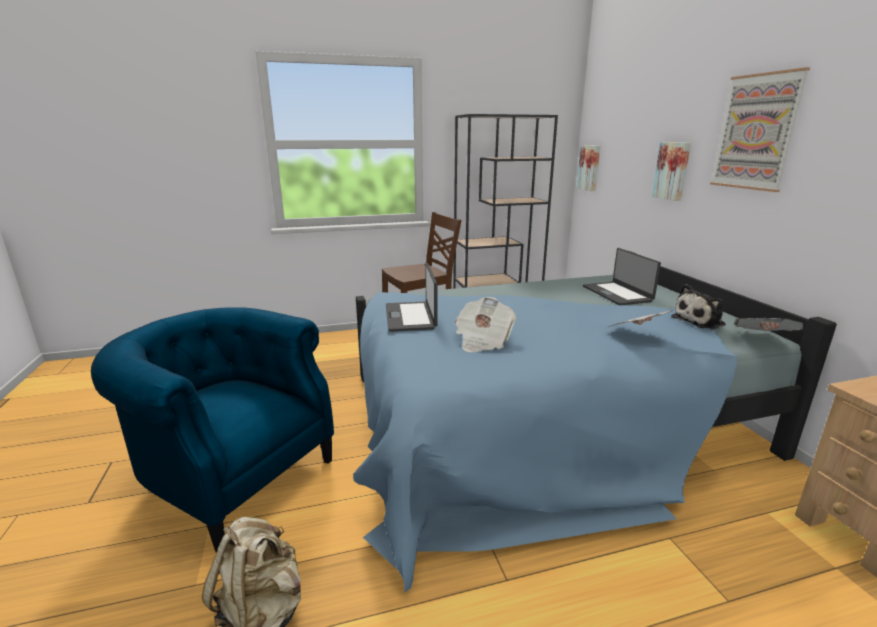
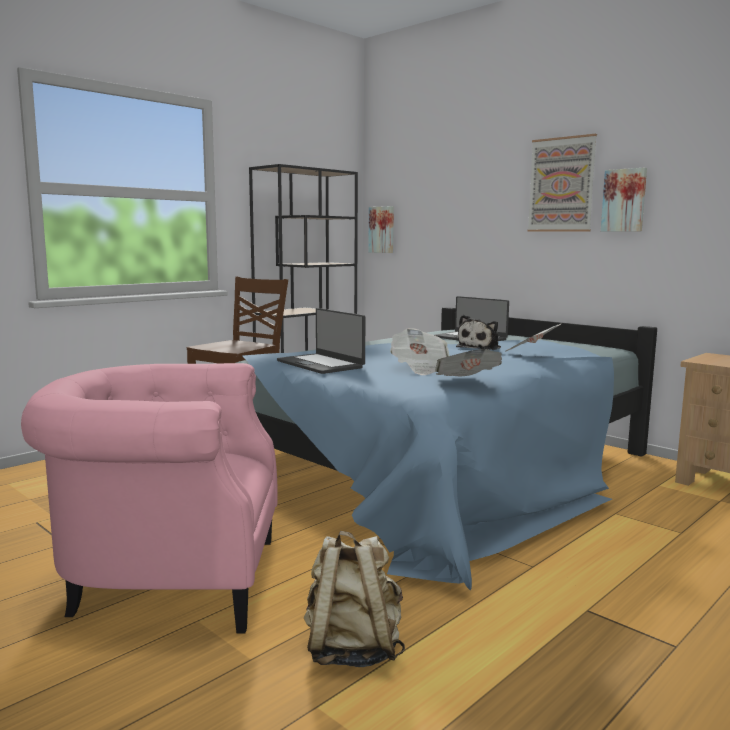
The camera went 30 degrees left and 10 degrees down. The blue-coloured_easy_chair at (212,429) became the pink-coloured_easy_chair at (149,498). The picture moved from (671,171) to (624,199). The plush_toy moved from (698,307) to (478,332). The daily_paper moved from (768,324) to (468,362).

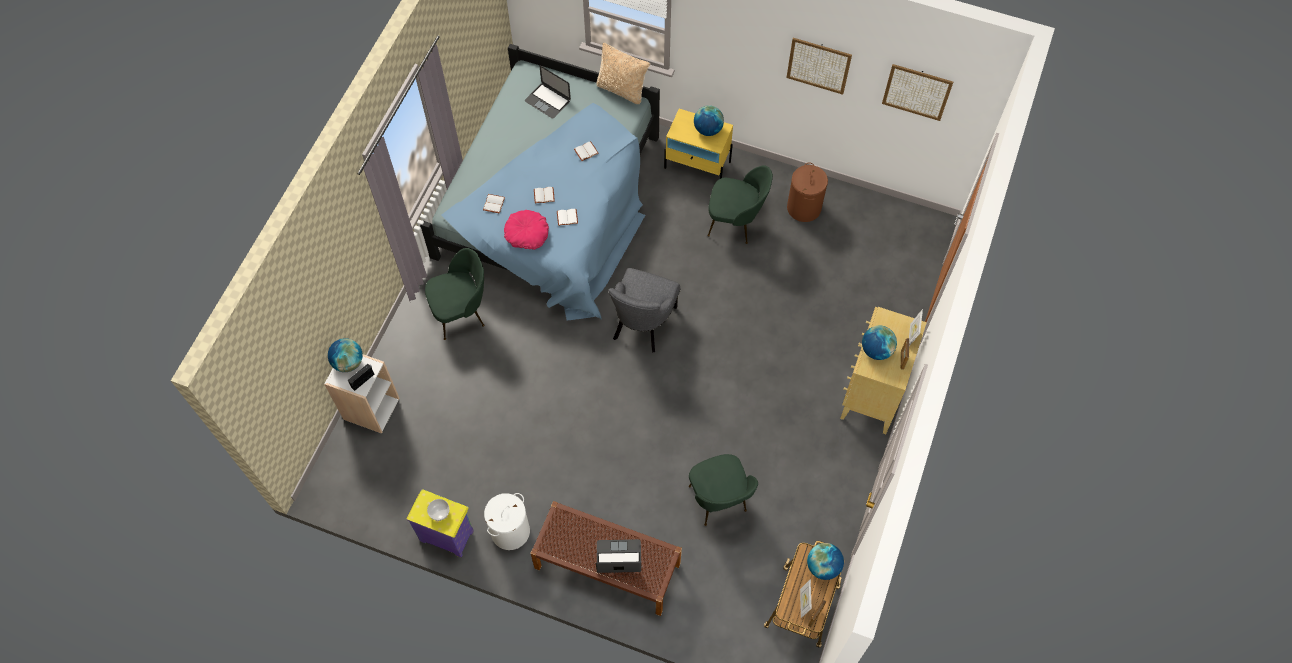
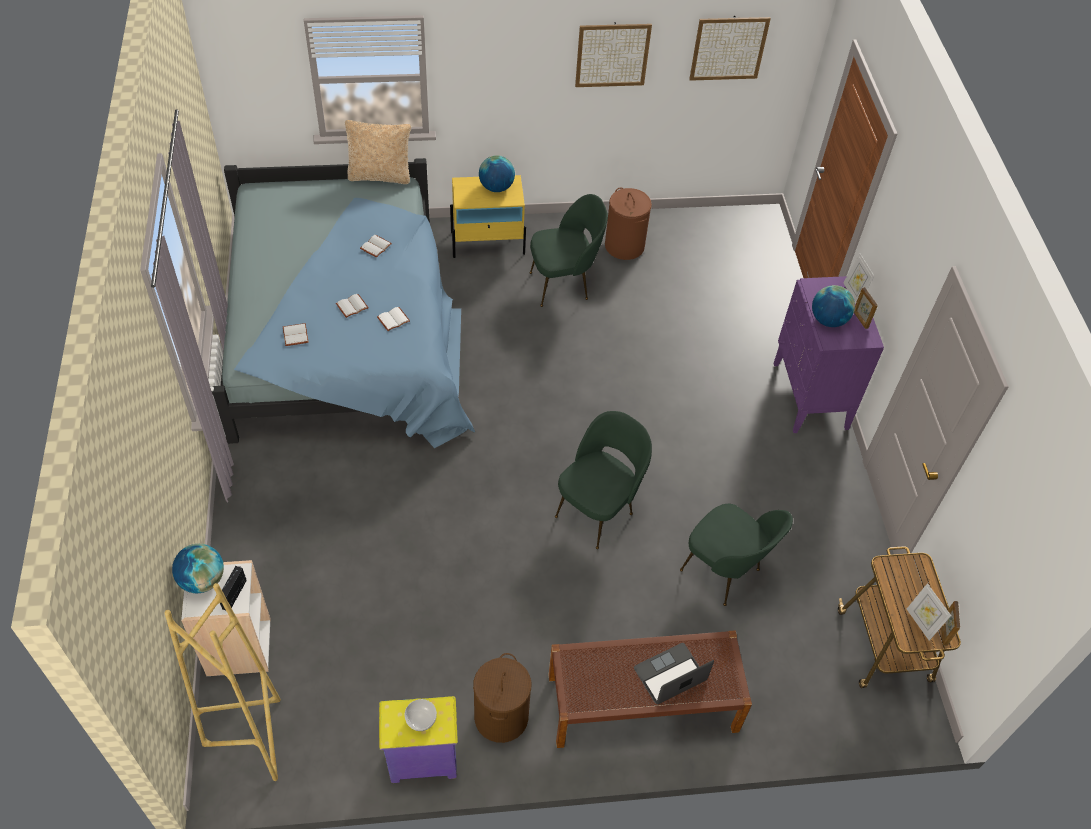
The camera went 30 degrees left and 10 degrees down. The green_plain_chair moved from (454,294) to (603,480). The whitish_washing_basket at (507,521) became the brown-coloured_washing_basket at (502,698). The pink-coloured_pillow at (526,230) disappeared. The notebook_computer at (548,92) disappeared. The greyish_easy_chair at (644,310) disappeared. The world_globe at (825,561) disappeared. The beige-coloured_chest_of_drawers at (883,370) became the purple_chest_of_drawers at (828,354). The yellowish_garment_stand at (223,682) appeared.

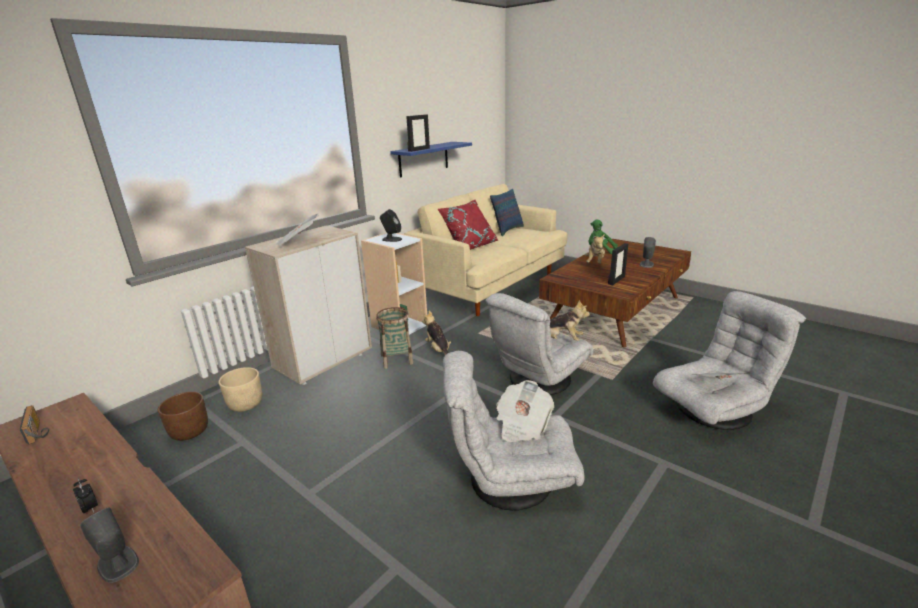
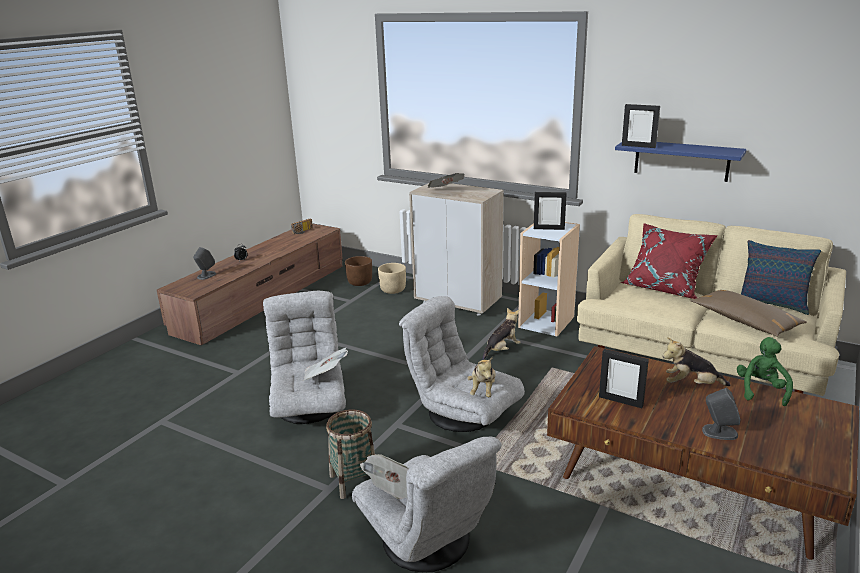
The camera went 80 degrees right and 0 degrees up. The household_basket moved from (394,338) to (350,454). The black_audio_speaker at (391,225) was replaced by the picture_frame at (550,211). The brown-coloured_pillow at (748,313) appeared.

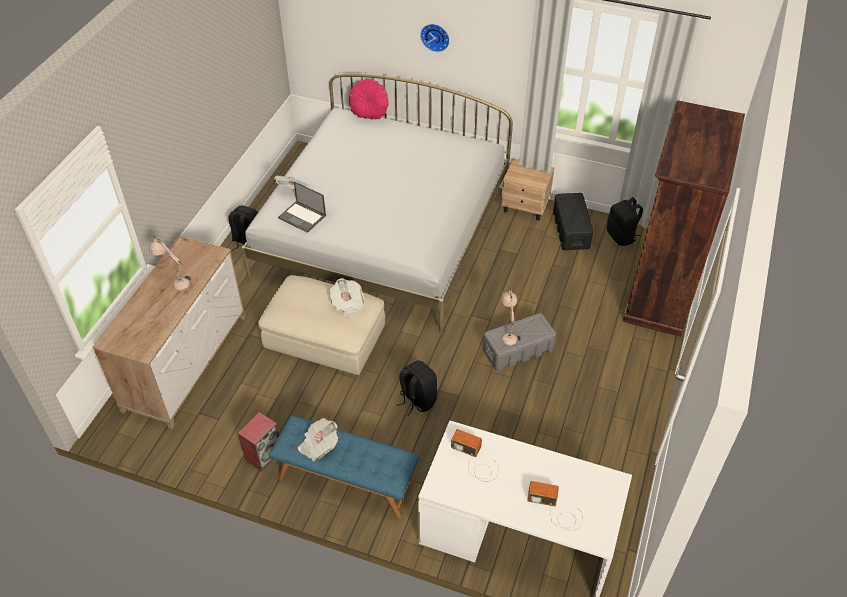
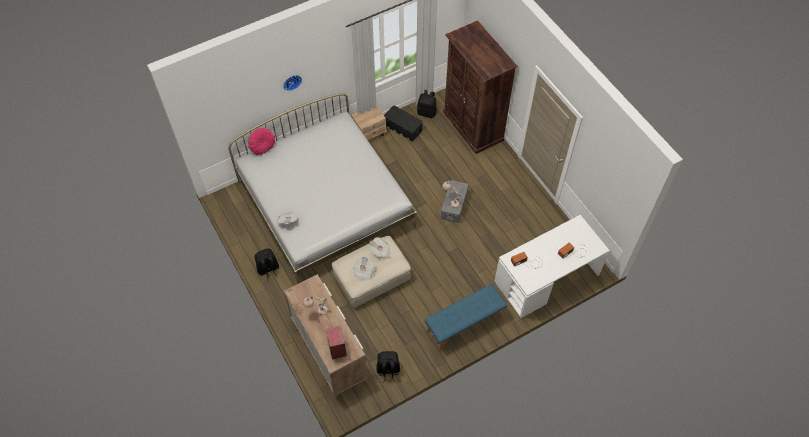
The camera went 50 degrees left and 10 degrees up. The audio_speaker moved from (258,441) to (336,342). The notebook_computer at (302,207) disappeared. The daily_paper moved from (318,439) to (364,269). The black_rucksack moved from (416,388) to (388,367).

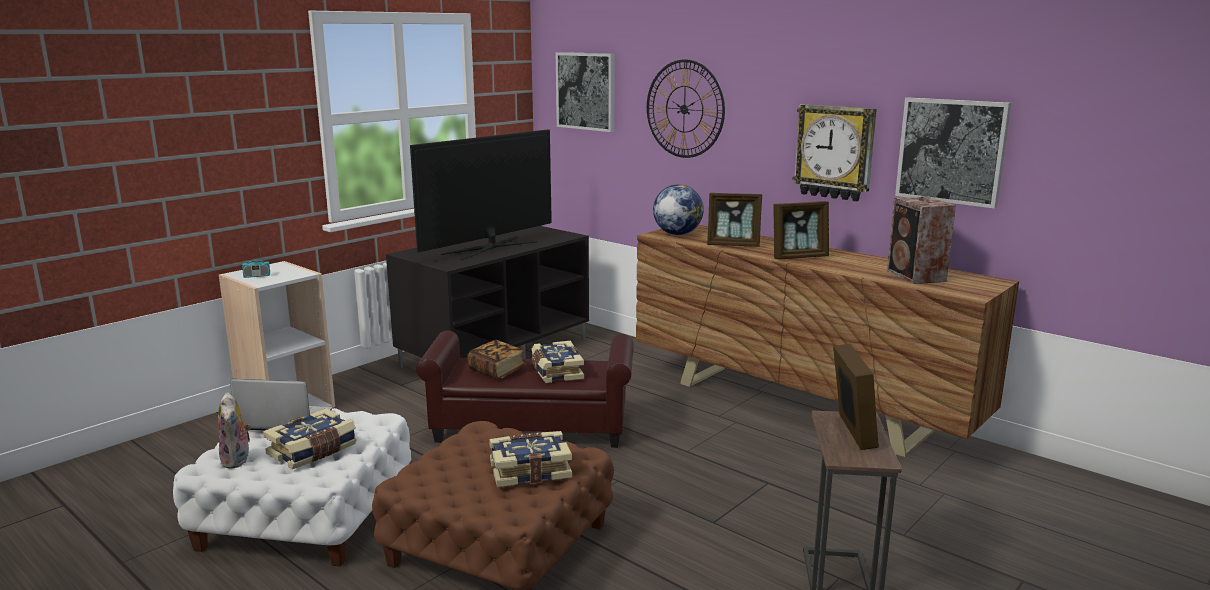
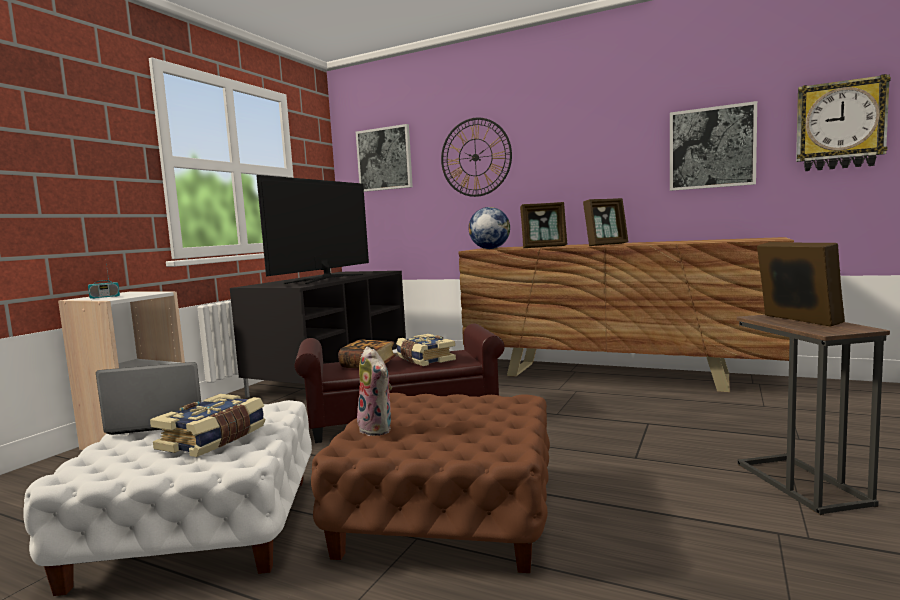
The camera went 15 degrees left and 10 degrees down. The plush_toy moved from (234,430) to (374,391). The bound_book at (530,459) disappeared. The clock_on_the_wall moved from (835,153) to (843,122). The audio_speaker at (921,240) disappeared.

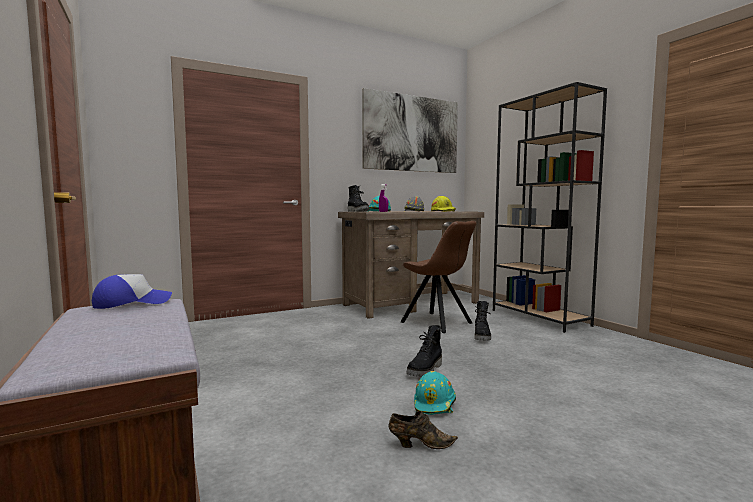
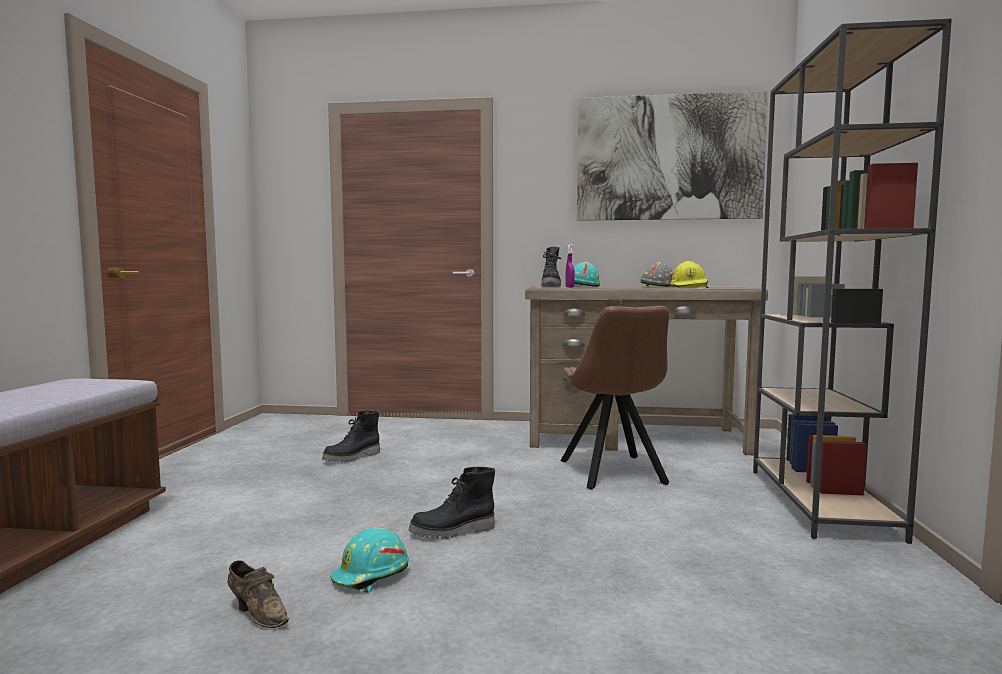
The camera went 35 degrees right and 0 degrees up. The peaked_cap at (132,291) disappeared. The black_boot moved from (482,320) to (351,436).

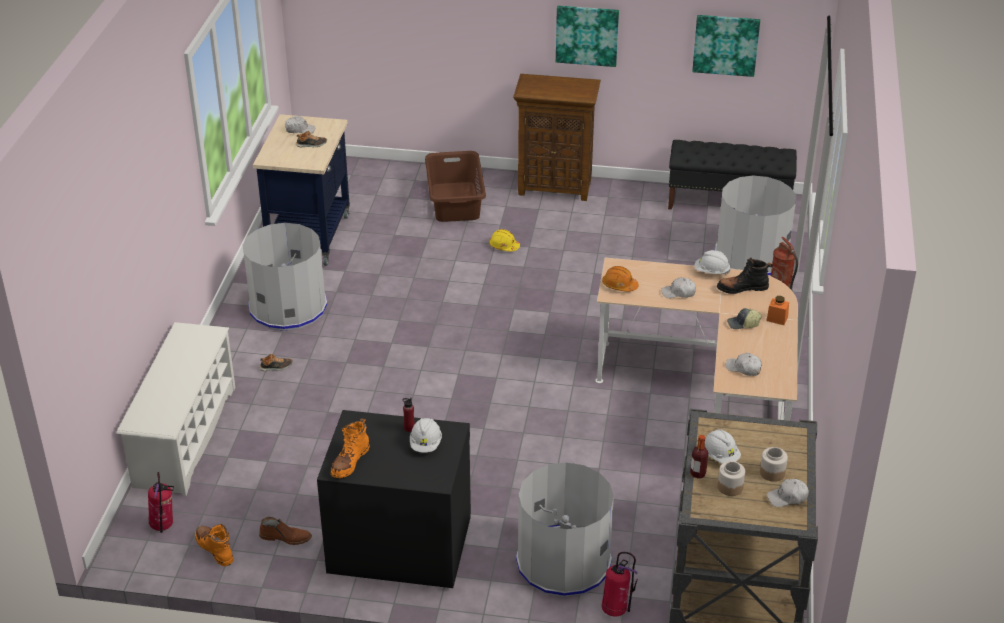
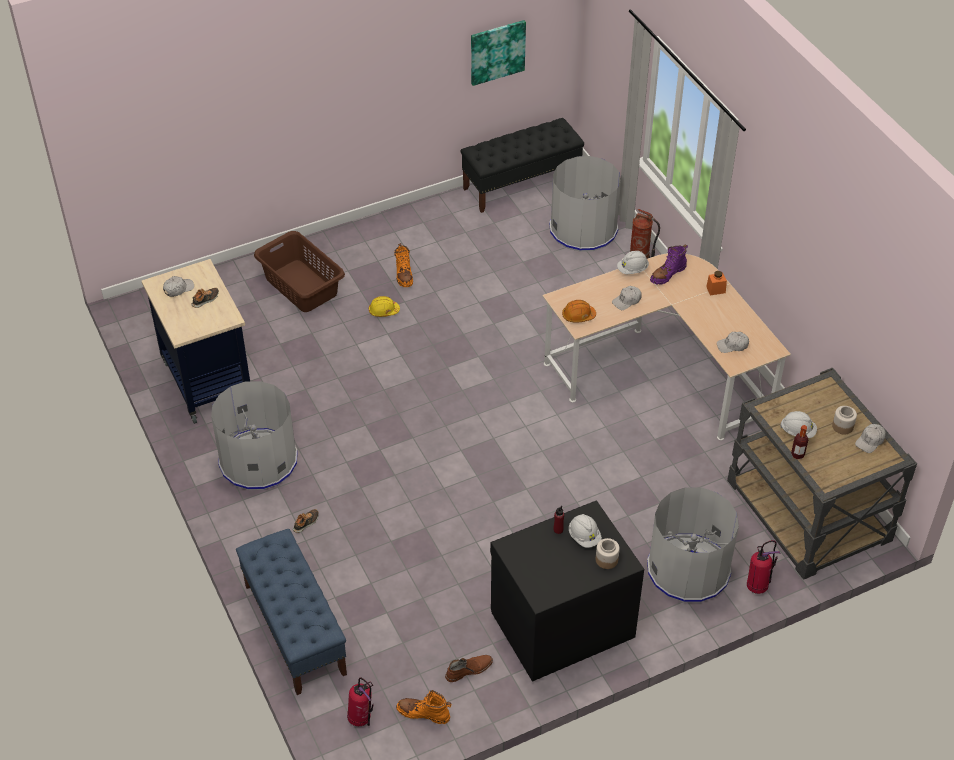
The camera went 35 degrees left and 10 degrees up. The whitish_shoe_rack at (176,409) was replaced by the blue-coloured_bench at (291,612). The orangey_boot moved from (350,448) to (403,265). The brown-coloured_storage_cabinet at (557,137) disappeared. The picture at (587,36) disappeared. The black_boot at (745,276) became the purple_boot at (669,265). The preserve_jar moved from (731,478) to (608,553). The peaked_cap at (744,318) disappeared.

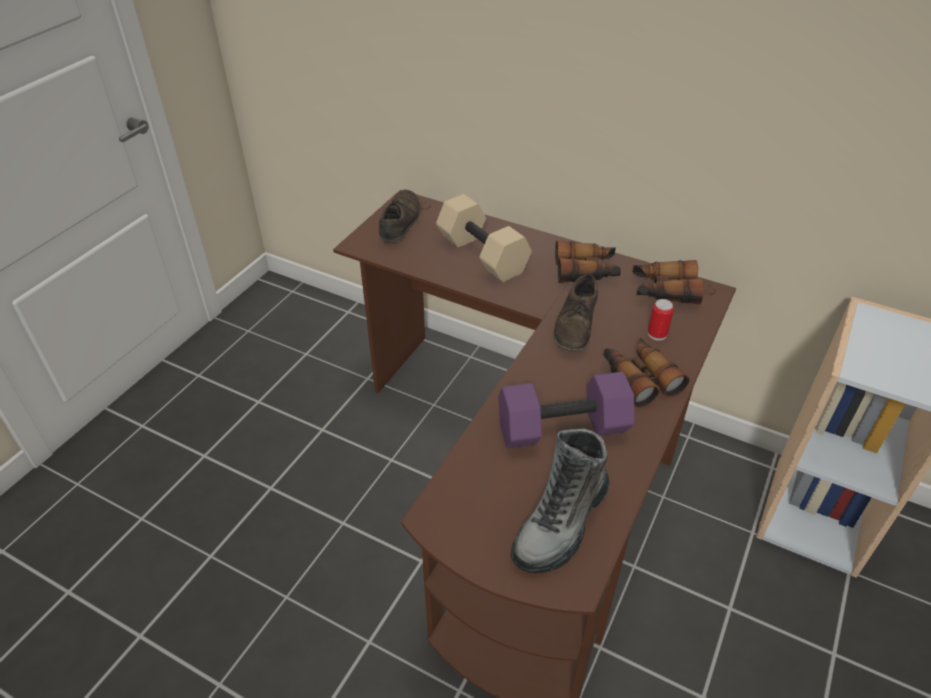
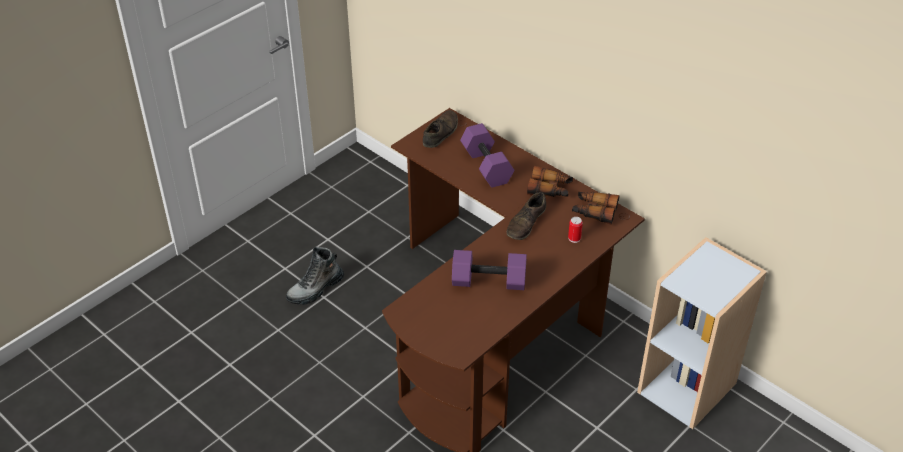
The camera went 15 degrees right and 0 degrees up. The beige-coloured_hand_weight at (484,238) became the purple_hand_weight at (487,155). The boot moved from (560,501) to (315,276). The pair_of_binoculars at (646,373) disappeared.

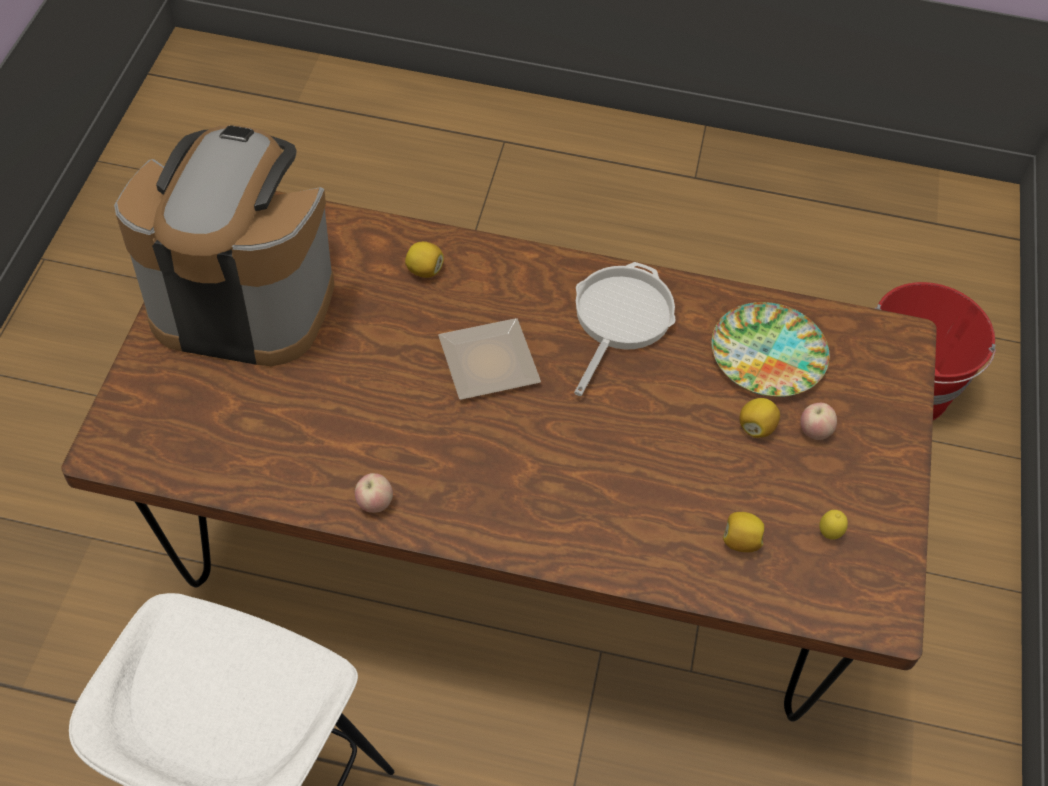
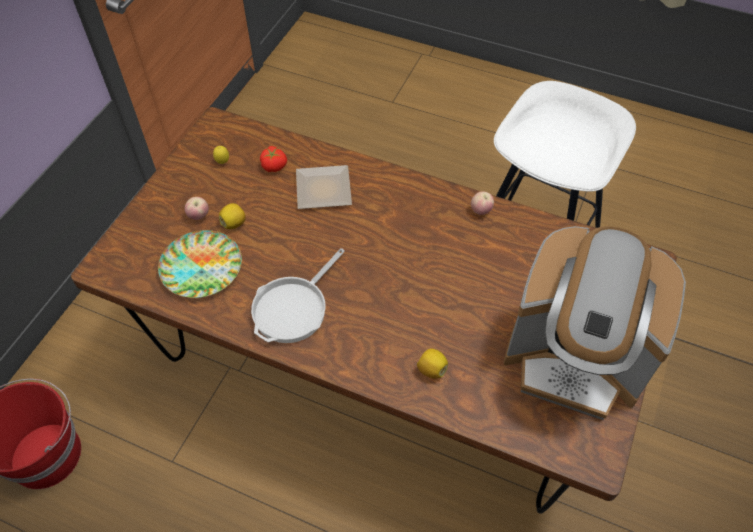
The camera went 165 degrees left and 0 degrees up. The dinner_plate moved from (489,359) to (324,187). The lemon at (743,532) was replaced by the whole_tomato at (273,159).

